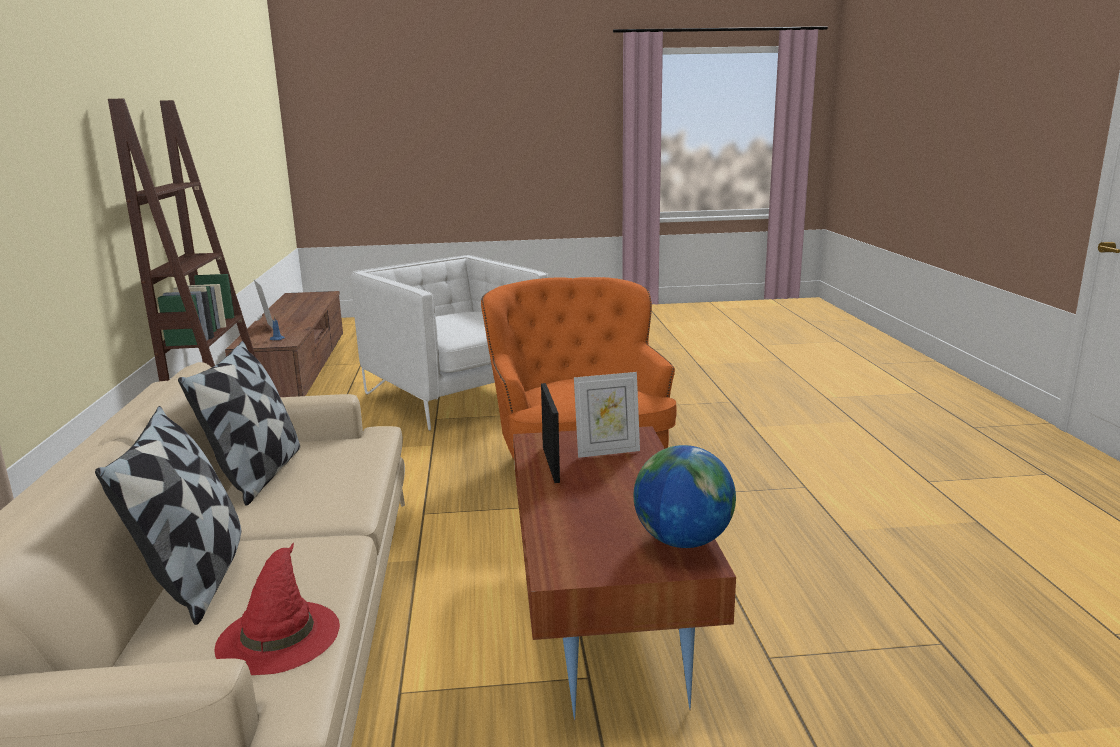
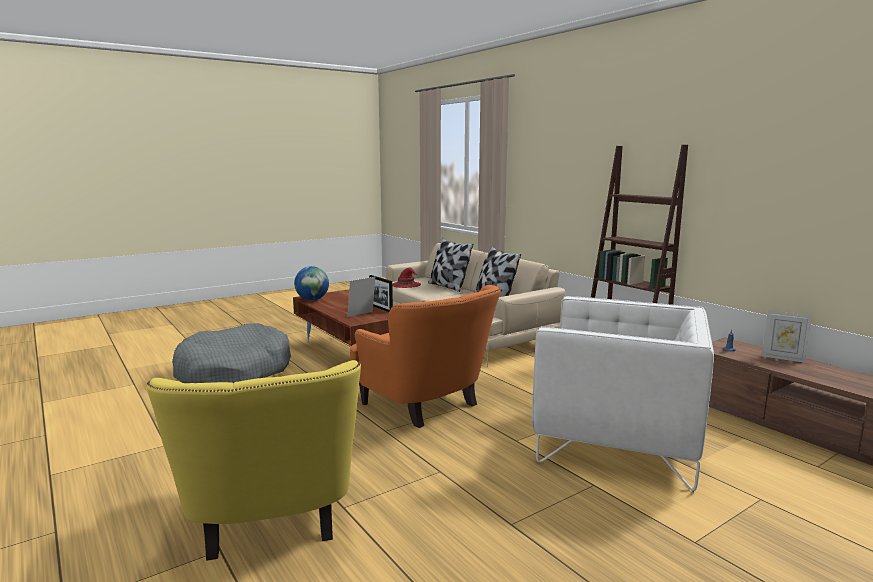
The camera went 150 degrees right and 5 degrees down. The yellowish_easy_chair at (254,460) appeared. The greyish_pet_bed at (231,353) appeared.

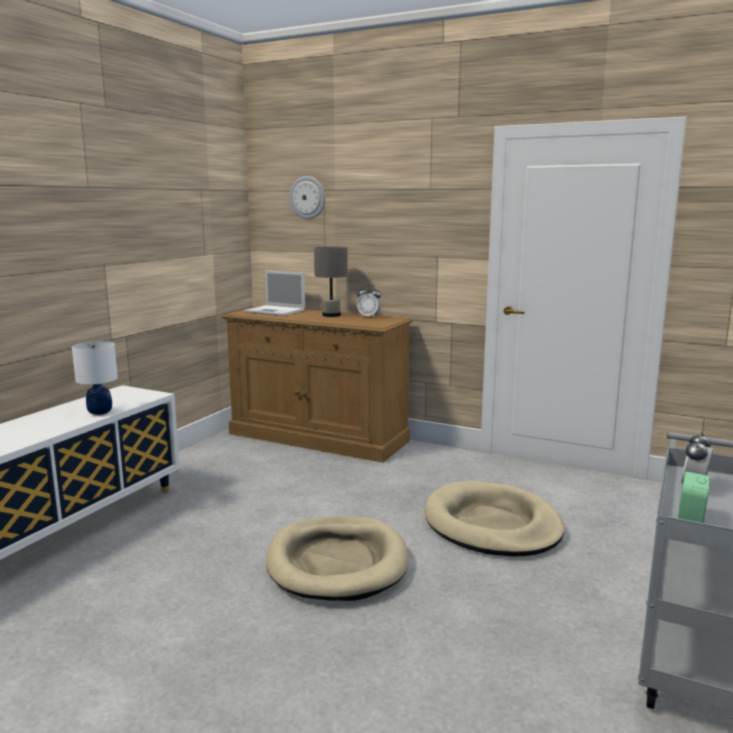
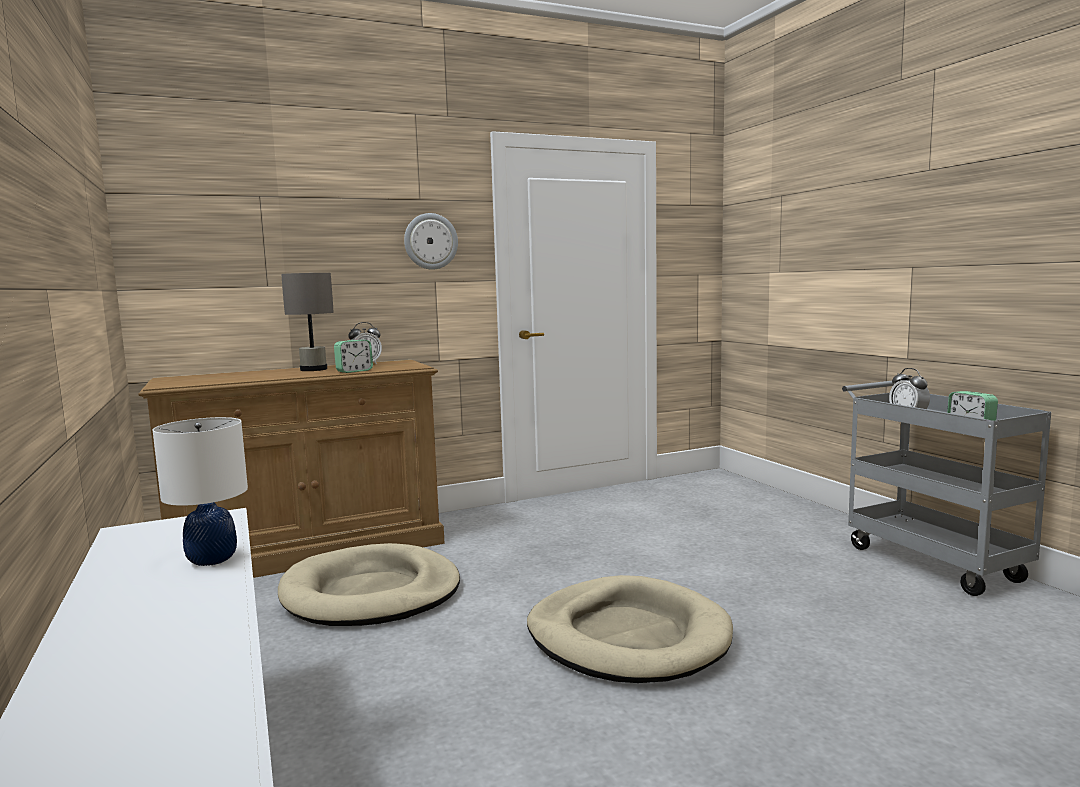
The camera went 50 degrees left and 5 degrees down. The notebook_computer at (274,293) disappeared. The clock_on_the_wall moved from (307,197) to (431,241). The beige-coloured_pet_bed moved from (494,518) to (369,584). The bedside_clock at (353,356) appeared.

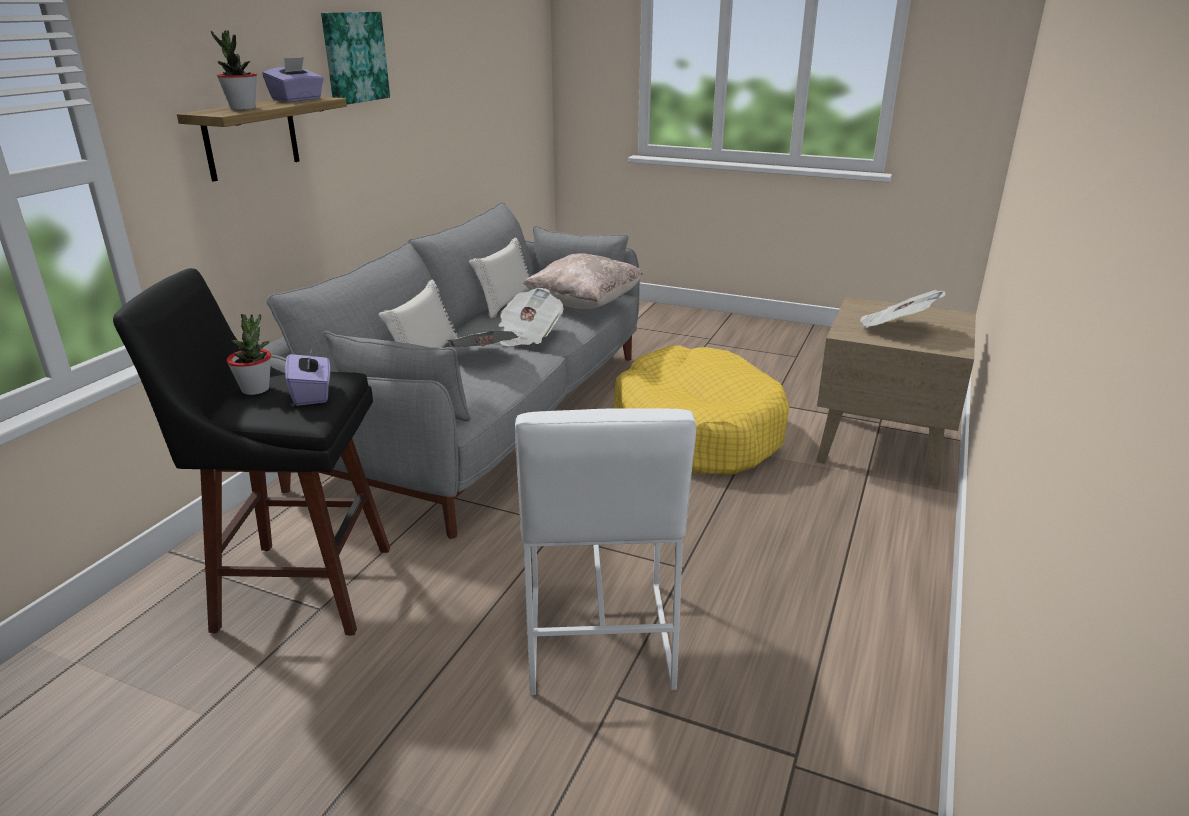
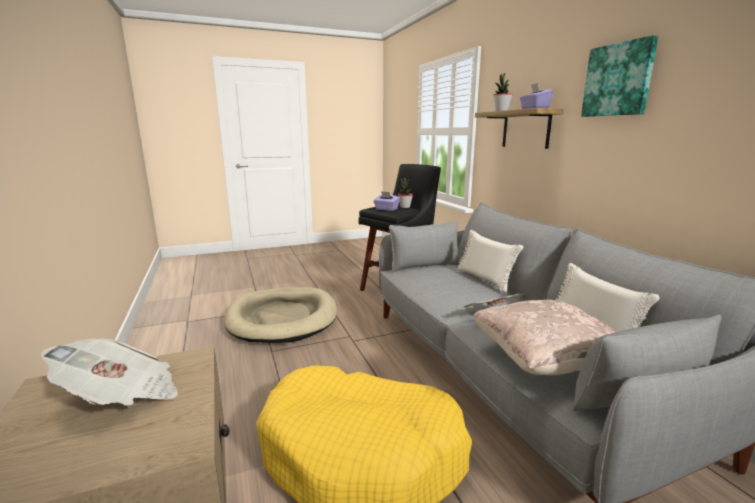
The camera went 135 degrees right and 10 degrees down. The daily_paper at (482,339) disappeared. The whitish_sitting_stool at (605,552) was replaced by the beige-coloured_pet_bed at (280,315).

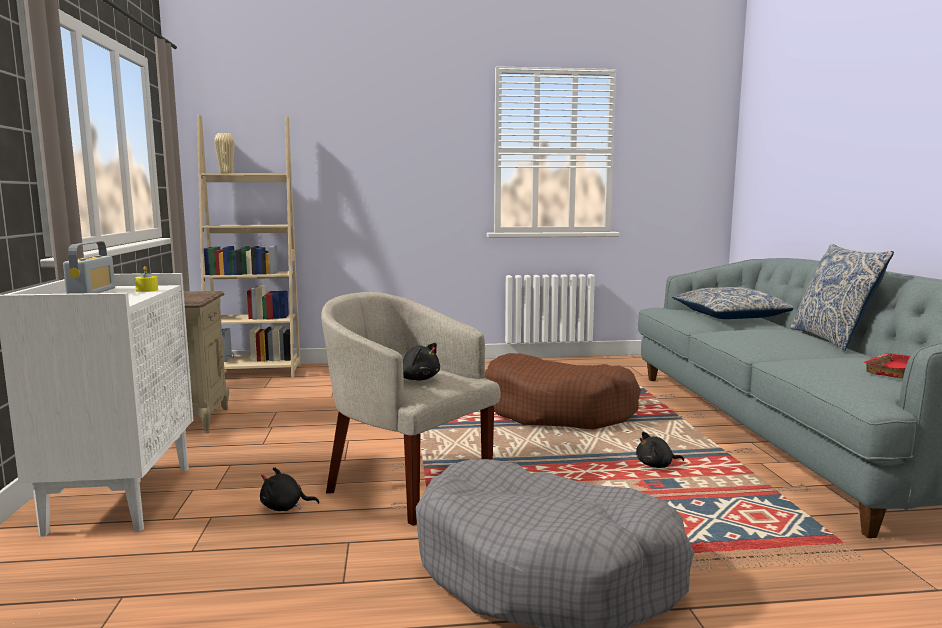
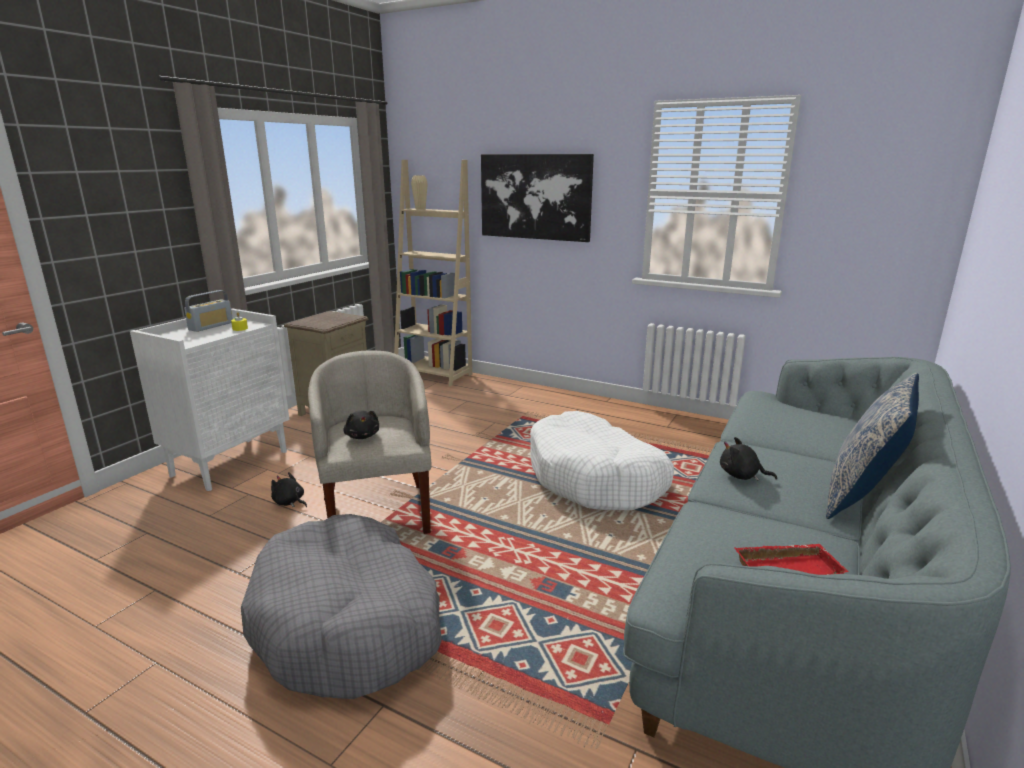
The camera went 35 degrees right and 10 degrees up. The brown-coloured_pet_bed at (563,391) became the whitish_pet_bed at (602,460). The black_plush_toy moved from (660,450) to (748,459). The pillow at (732,303) disappeared. The picture at (537,198) appeared.

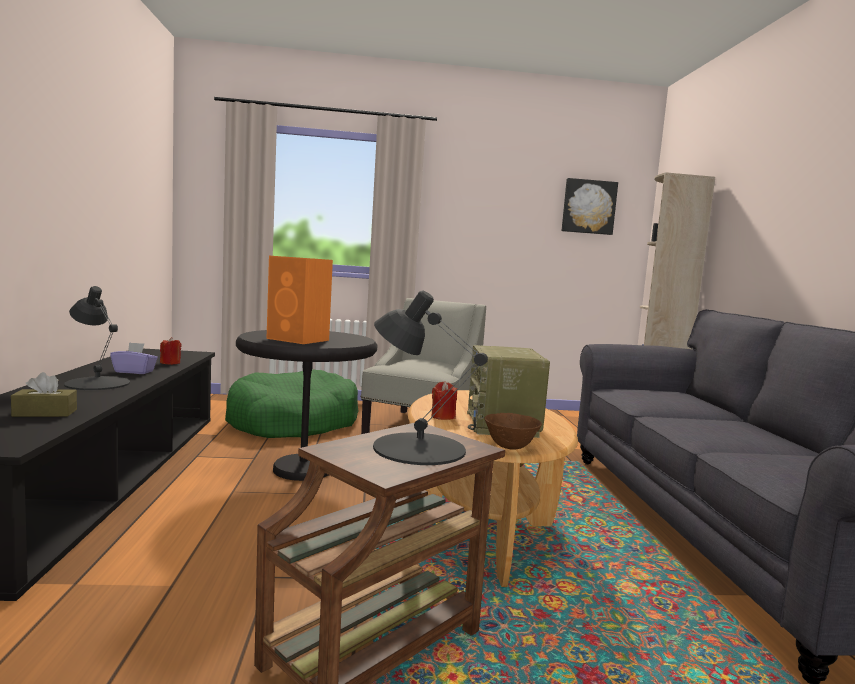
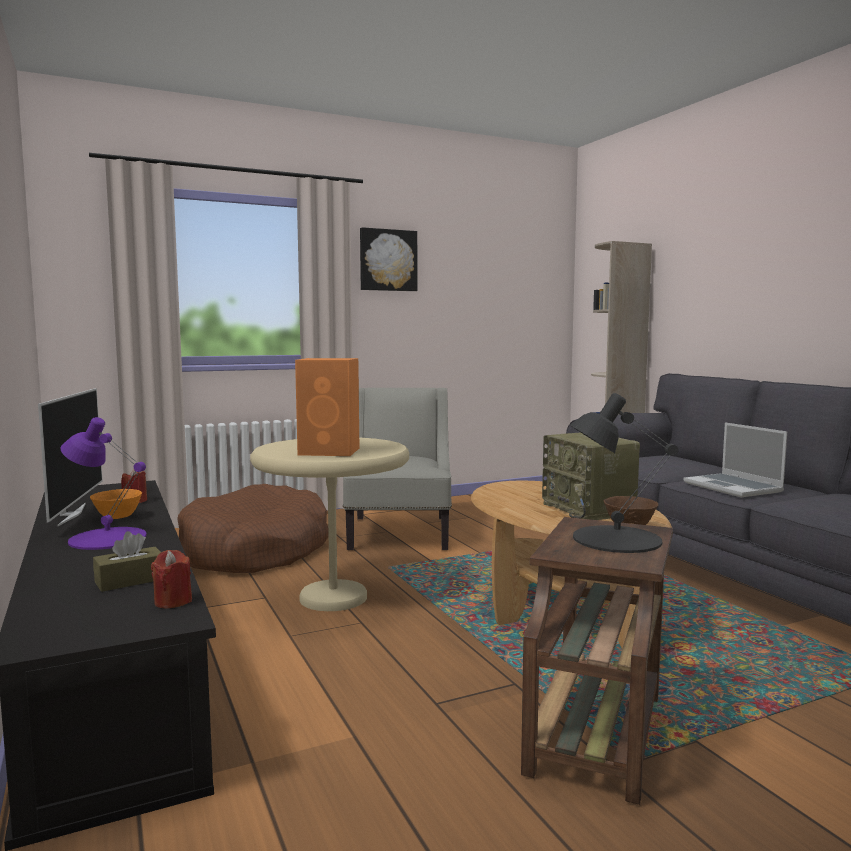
The camera went 20 degrees left and 0 degrees up. The black_table_lamp at (97,338) became the purple_table_lamp at (104,483). The purple_tissue_holder at (134,358) was replaced by the orangey_bowl at (116,504). The green_pet_bed at (291,403) became the brown-coloured_pet_bed at (253,528). The black_side_table at (307,405) became the beige-coloured_side_table at (329,524). The red-coloured_wax_candle moved from (444,400) to (171,579). The picture moved from (590,206) to (388,259). The TV at (70,457) appeared. The notebook_computer at (735,459) appeared.

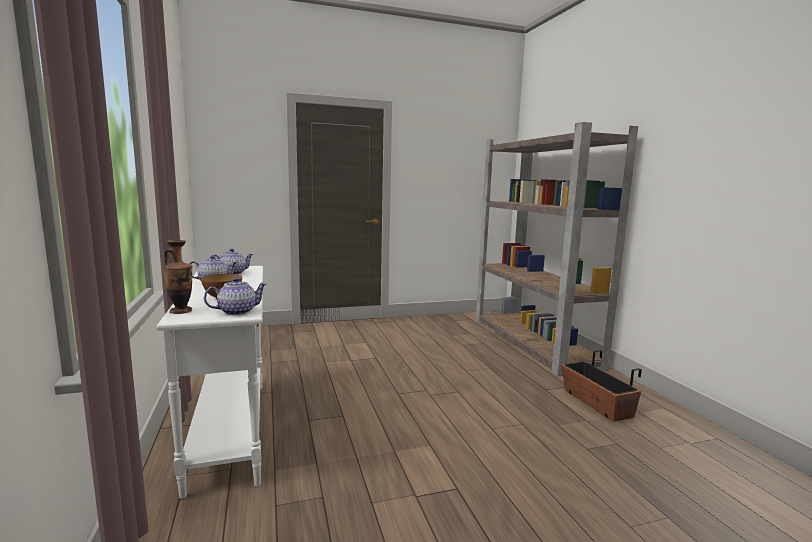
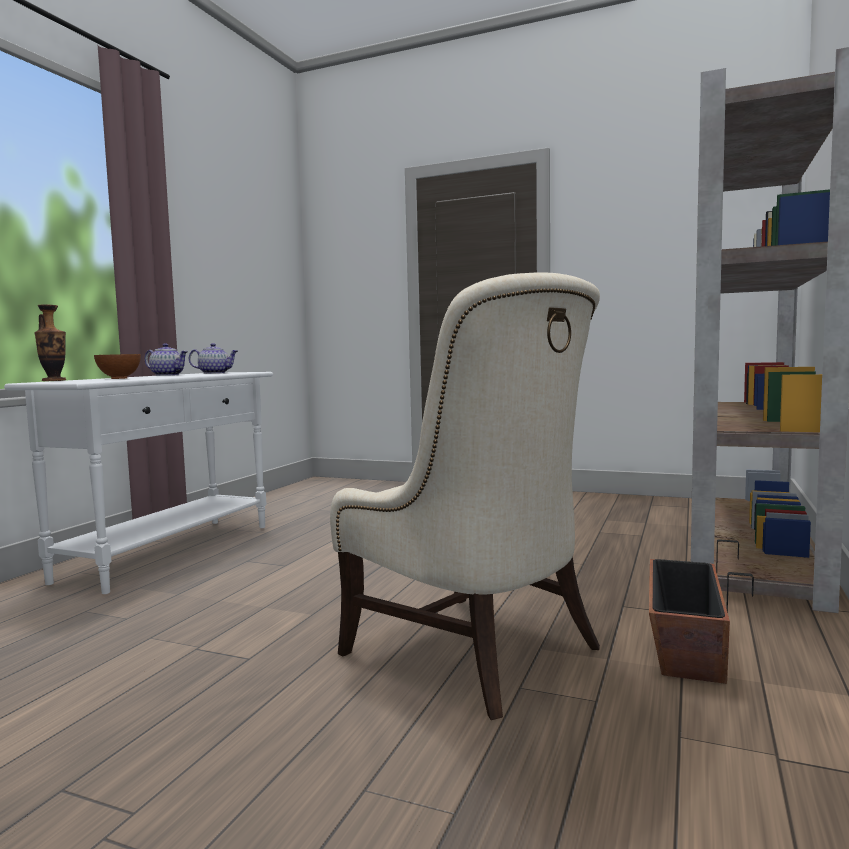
The camera went 40 degrees right and 5 degrees down. The pot_for_tea at (235,296) disappeared. The beige-coloured_easy_chair at (465,496) appeared.

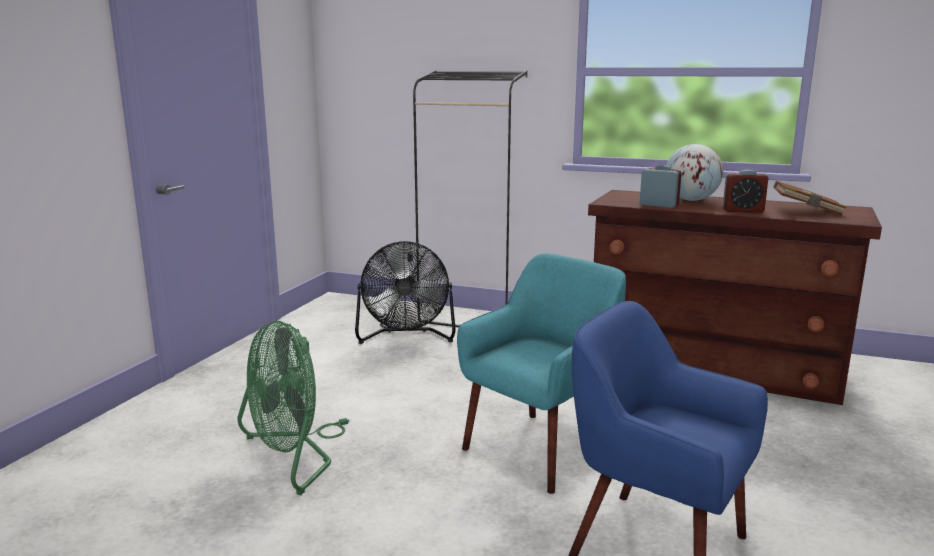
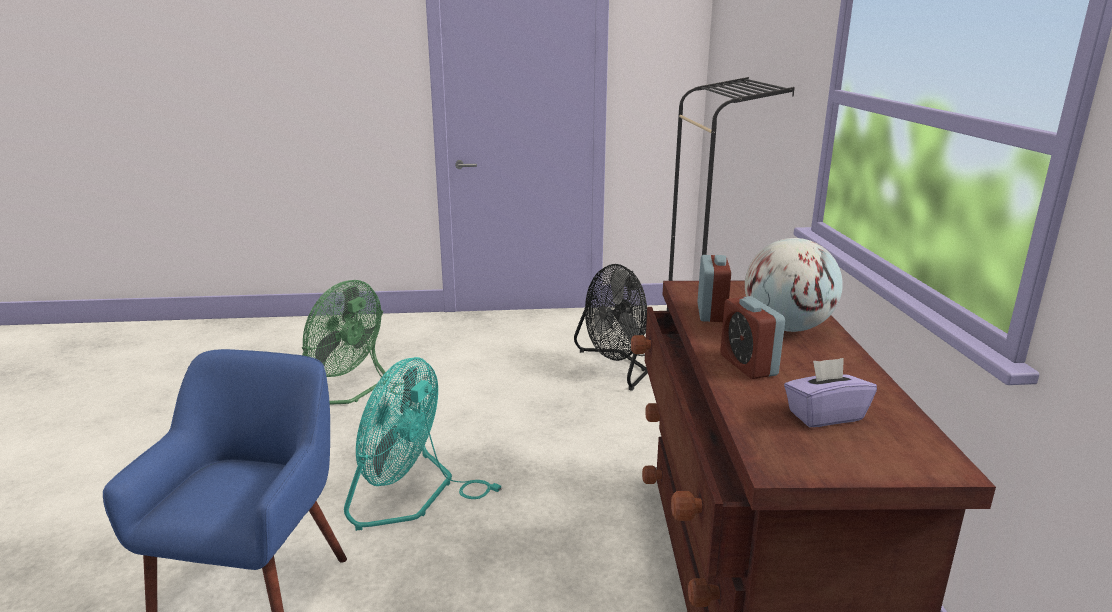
The camera went 65 degrees right and 5 degrees up. The blue-green_easy_chair at (541,374) was replaced by the blue-green_fan at (423,444). The brown-coloured_bound_book at (810,198) was replaced by the purple_tissue_holder at (830,392).

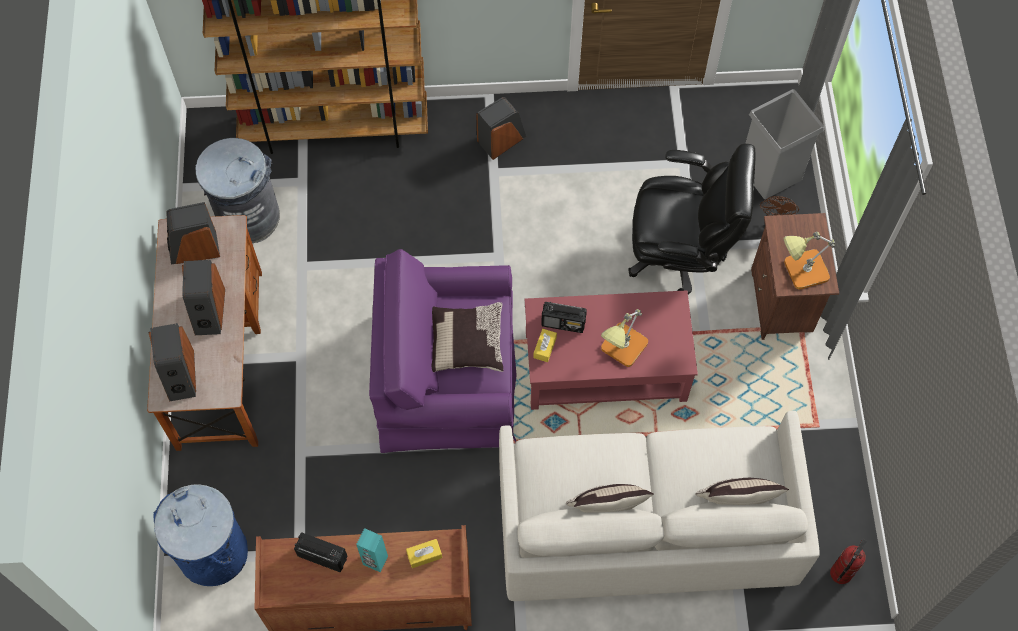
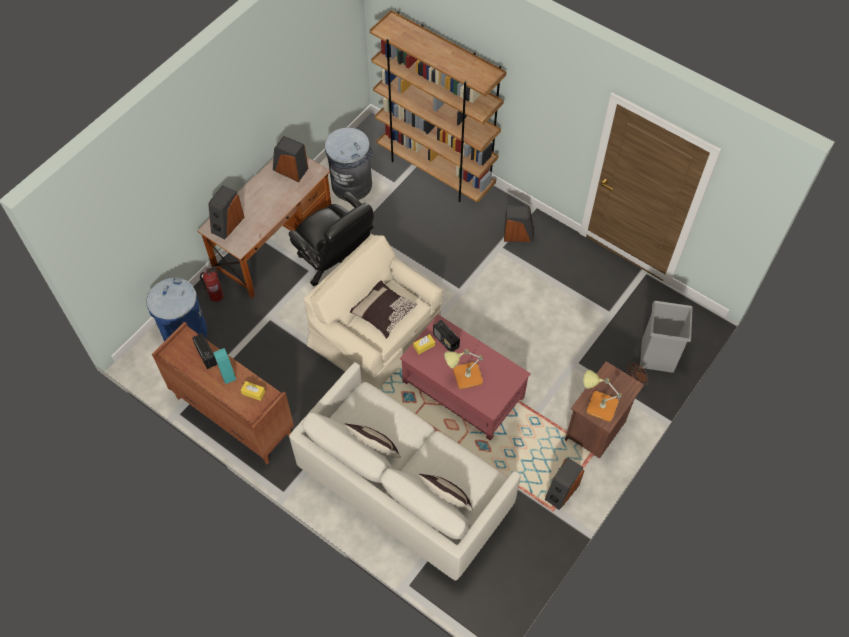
The camera went 40 degrees right and 5 degrees down. The audio_speaker moved from (203,297) to (564,484). The purple_easy_chair at (443,351) became the beige-coloured_easy_chair at (373,312). The black_computer_chair moved from (691,219) to (331,238). The fire_extinguisher moved from (848,561) to (211,284).

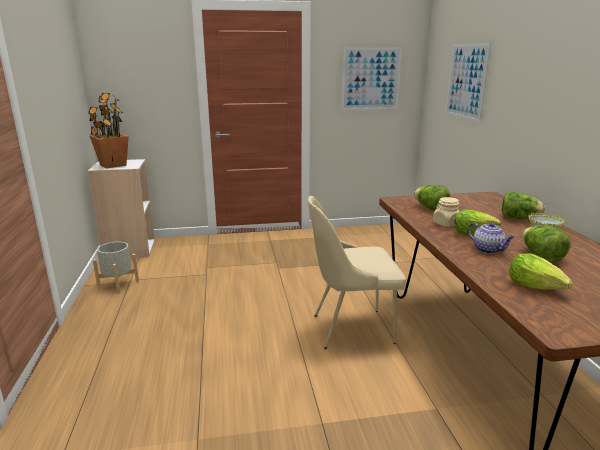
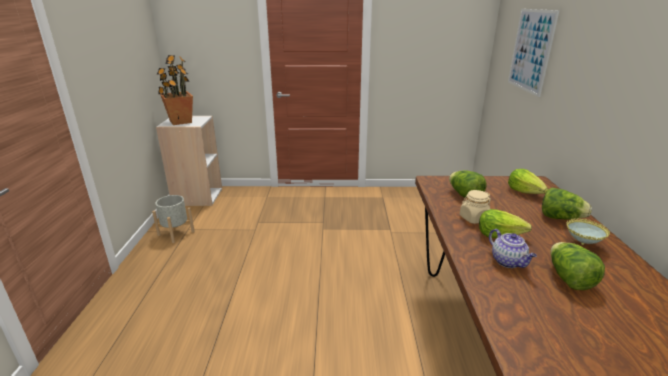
The camera went 10 degrees right and 5 degrees up. The beige-coloured_plain_chair at (357,272) disappeared. The picture at (372,78) disappeared. The lettuce moved from (541,271) to (528,181).

